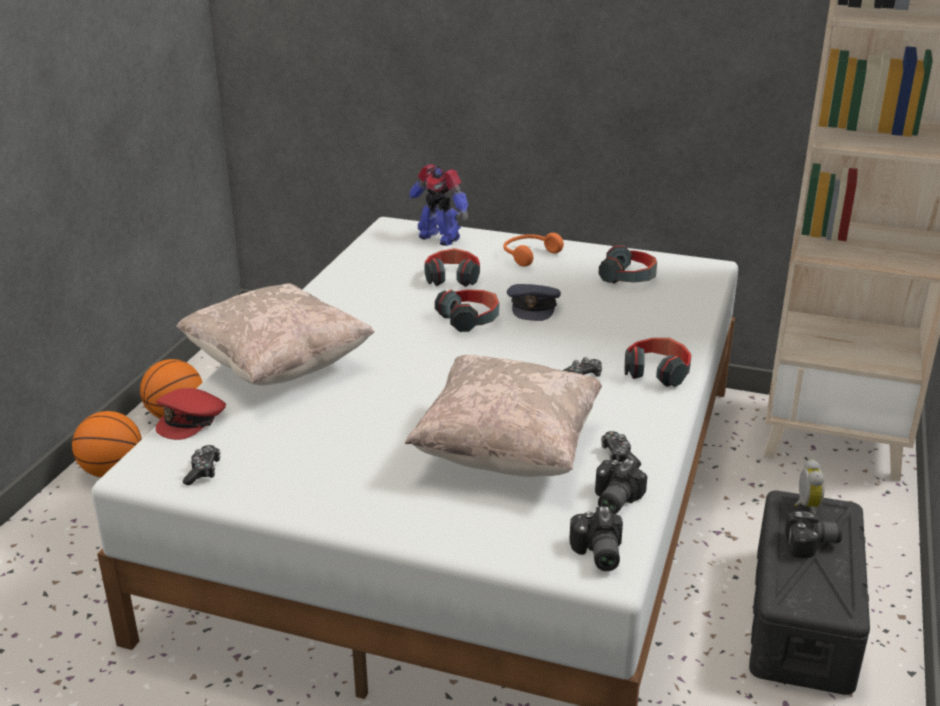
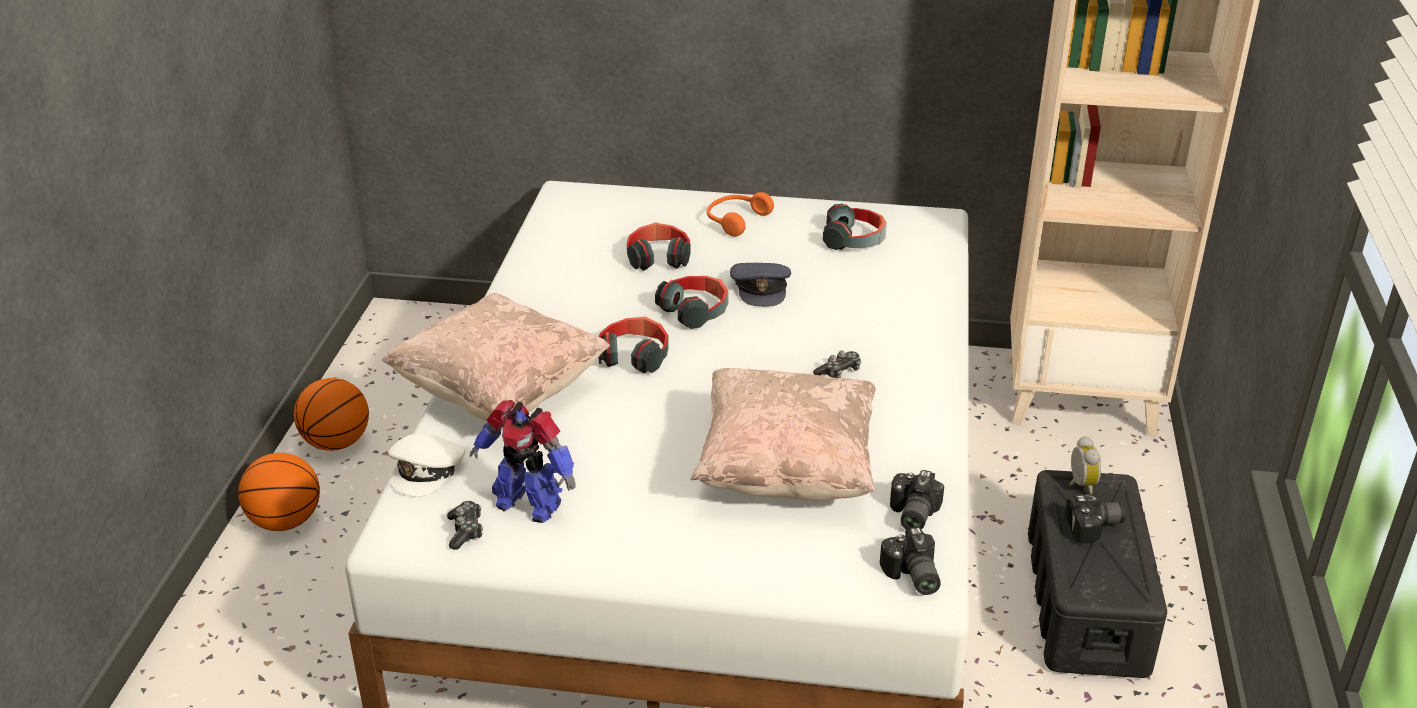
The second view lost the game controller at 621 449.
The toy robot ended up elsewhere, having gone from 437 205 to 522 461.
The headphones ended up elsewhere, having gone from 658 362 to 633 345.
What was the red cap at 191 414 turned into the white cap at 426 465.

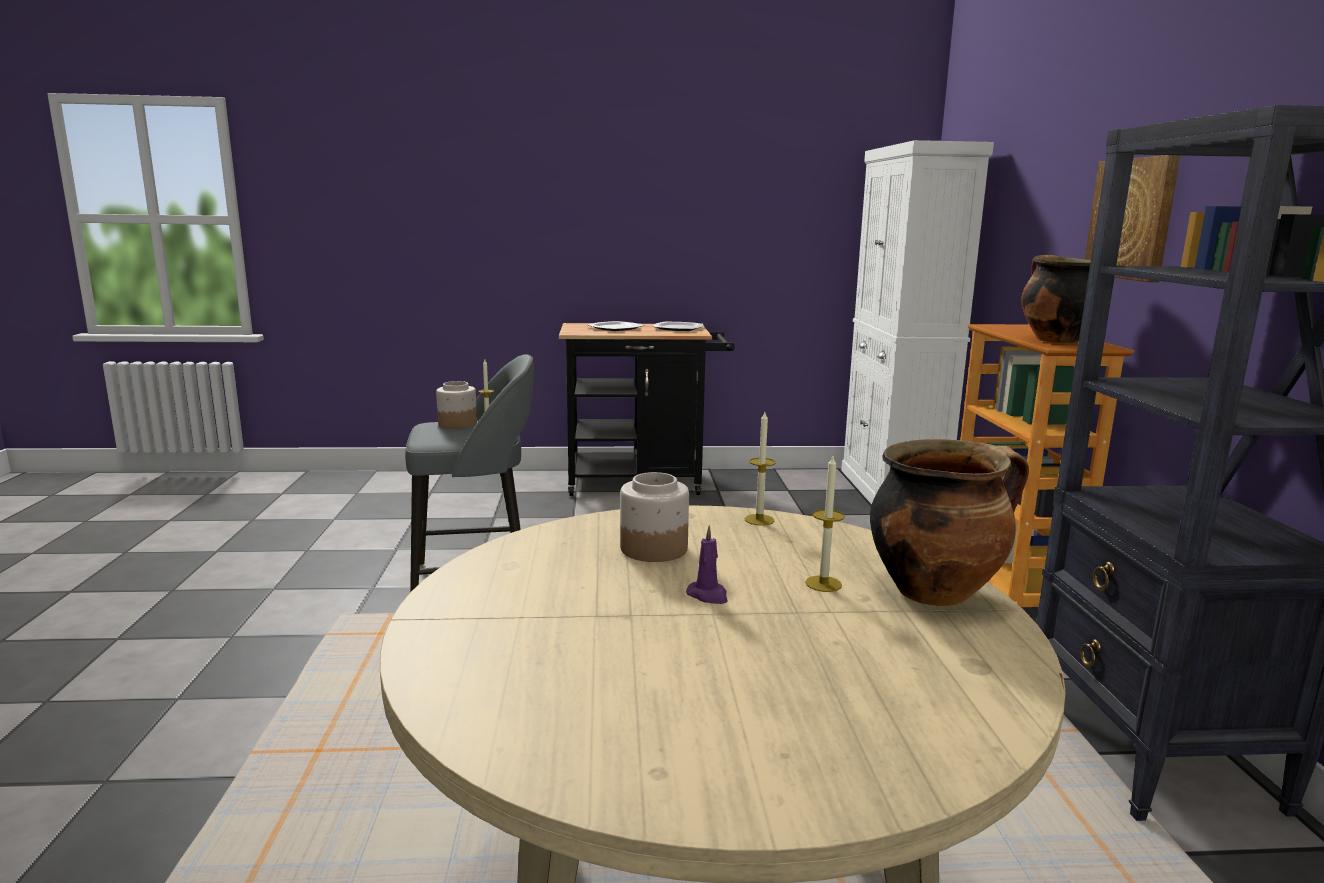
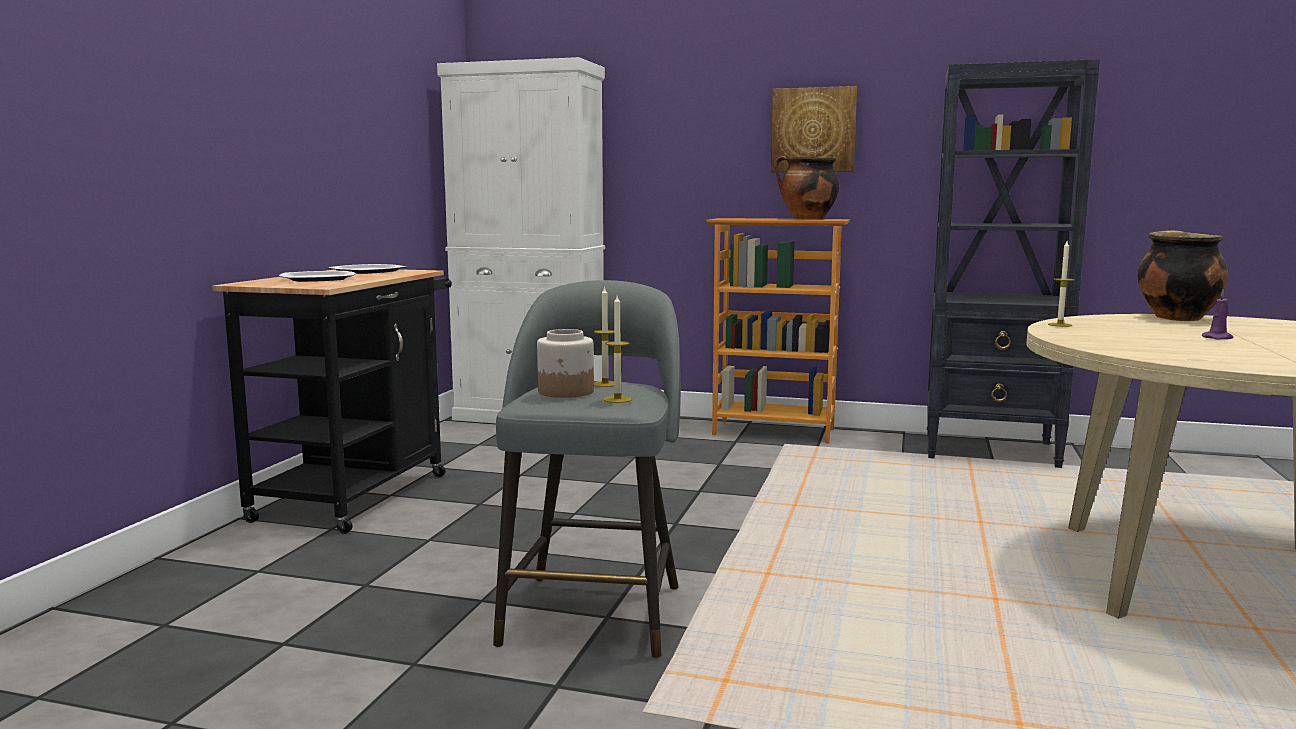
The second view lost the jar at 654 517.
The candle ended up elsewhere, having gone from 825 524 to 618 349.

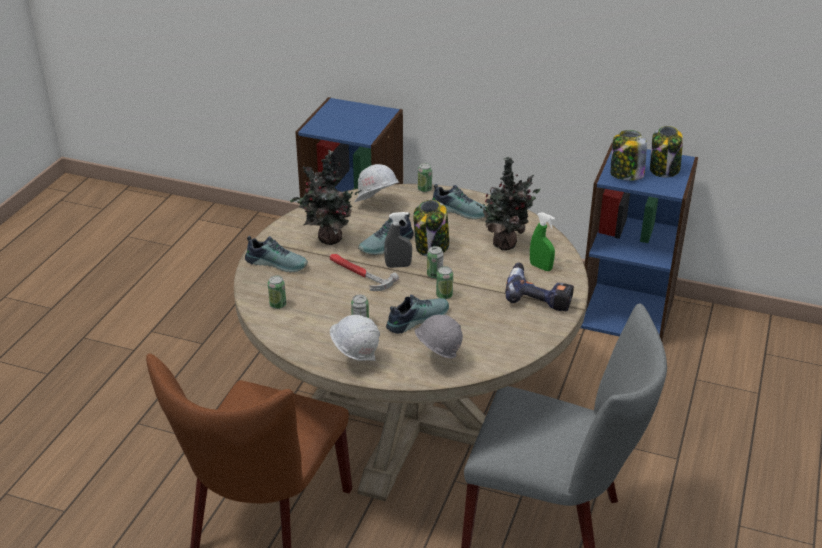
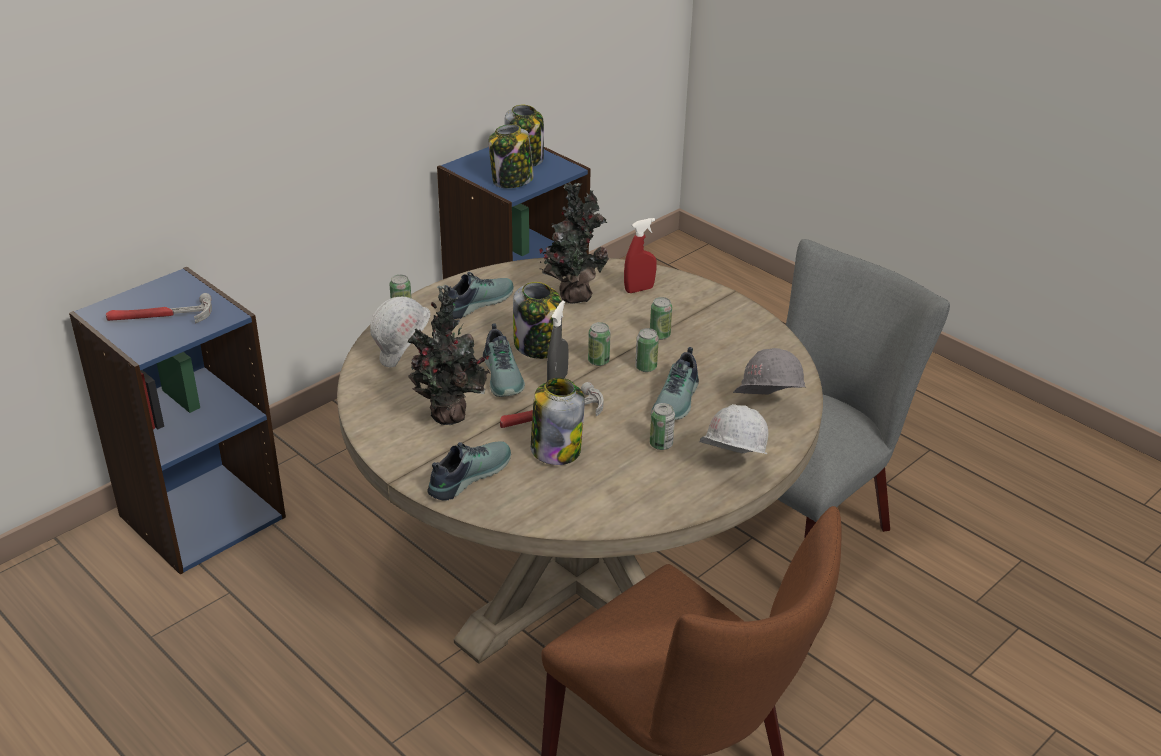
The second view lost the power drill at 539 287.
The second view gained the hammer at 159 308.
The second view gained the jar at 558 421.
The can ended up elsewhere, having gone from 277 292 to 661 318.
What was the green spray bottle at 542 241 turned into the red spray bottle at 640 255.
The shoe at 417 314 ended up facing another way, 150 degrees counterclockwise from before.

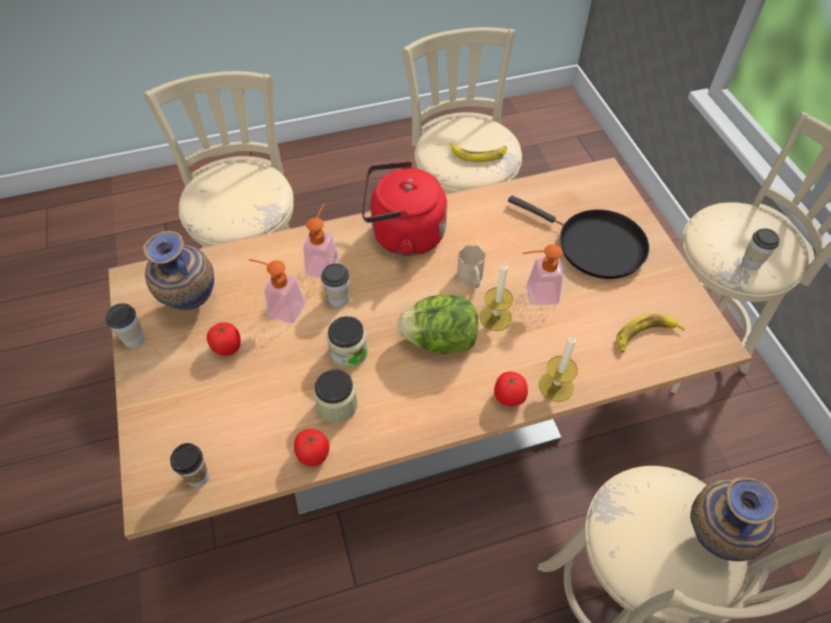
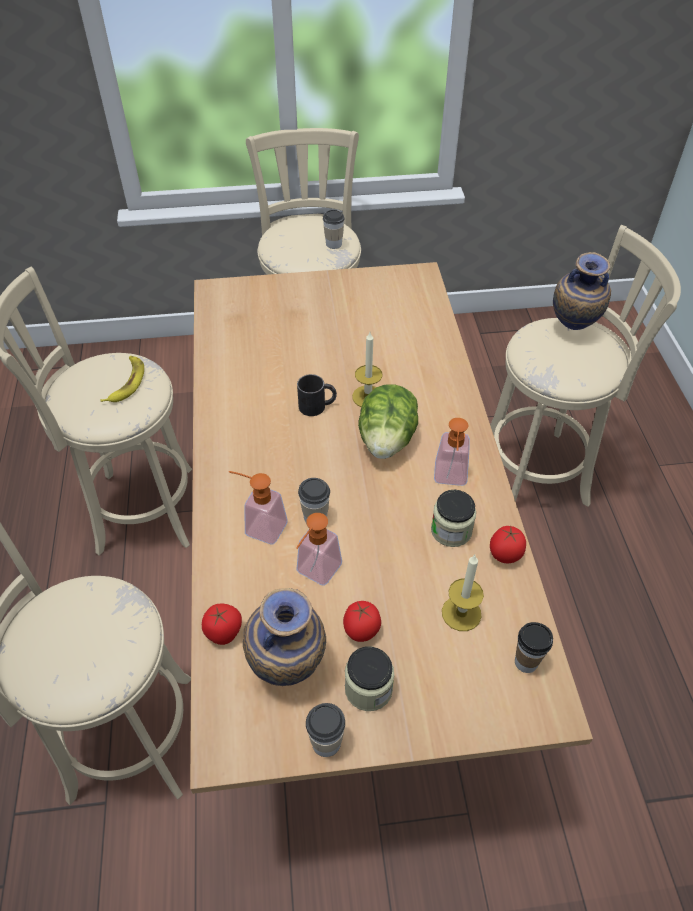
The second view lost the red kettle at 404 208.
The second view lost the black frying pan at 578 237.
The second view lost the banana at 651 333.
The jar ended up elsewhere, having gone from 347 342 to 369 678.
The tomato ended up elsewhere, having gone from 511 389 to 222 624.
The soap dispenser ended up elsewhere, having gone from 543 274 to 452 452.
The candle ended up elsewhere, having gone from 558 368 to 463 593.
What was the beige mug at 471 266 turned into the black mug at 317 395.

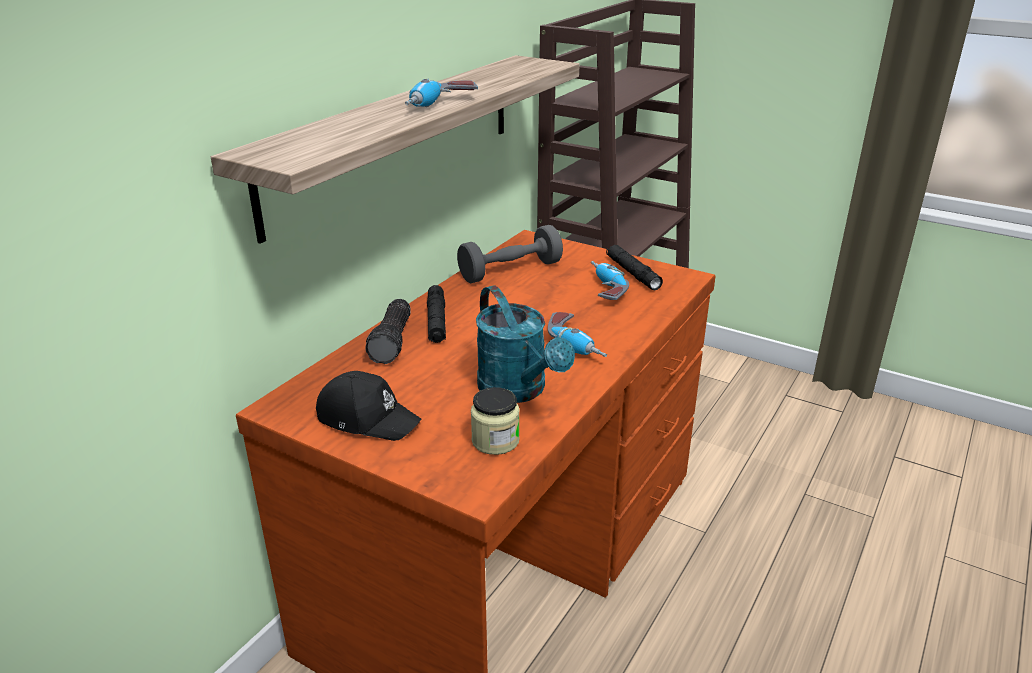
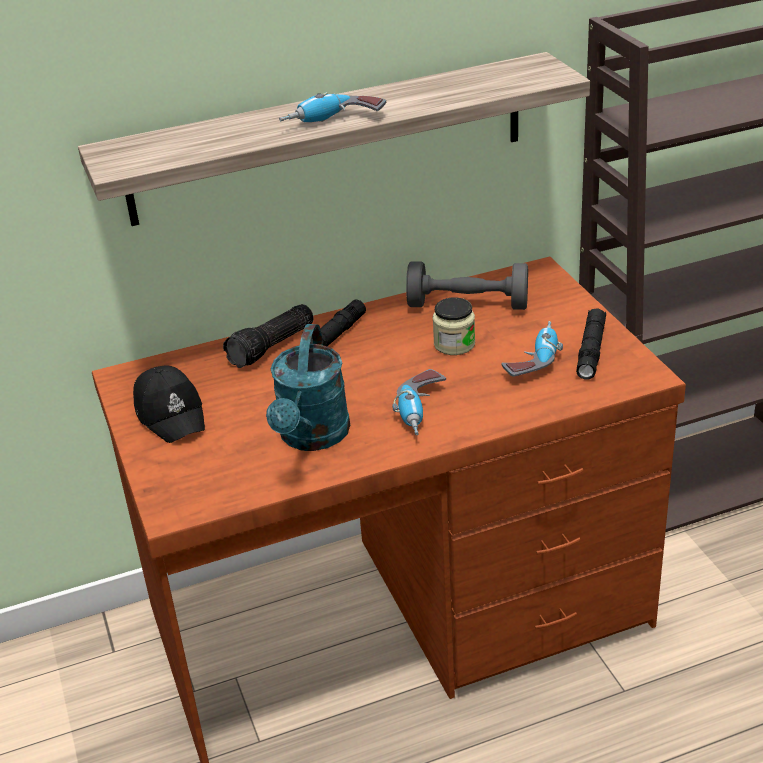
The jar ended up elsewhere, having gone from 495 421 to 454 326.

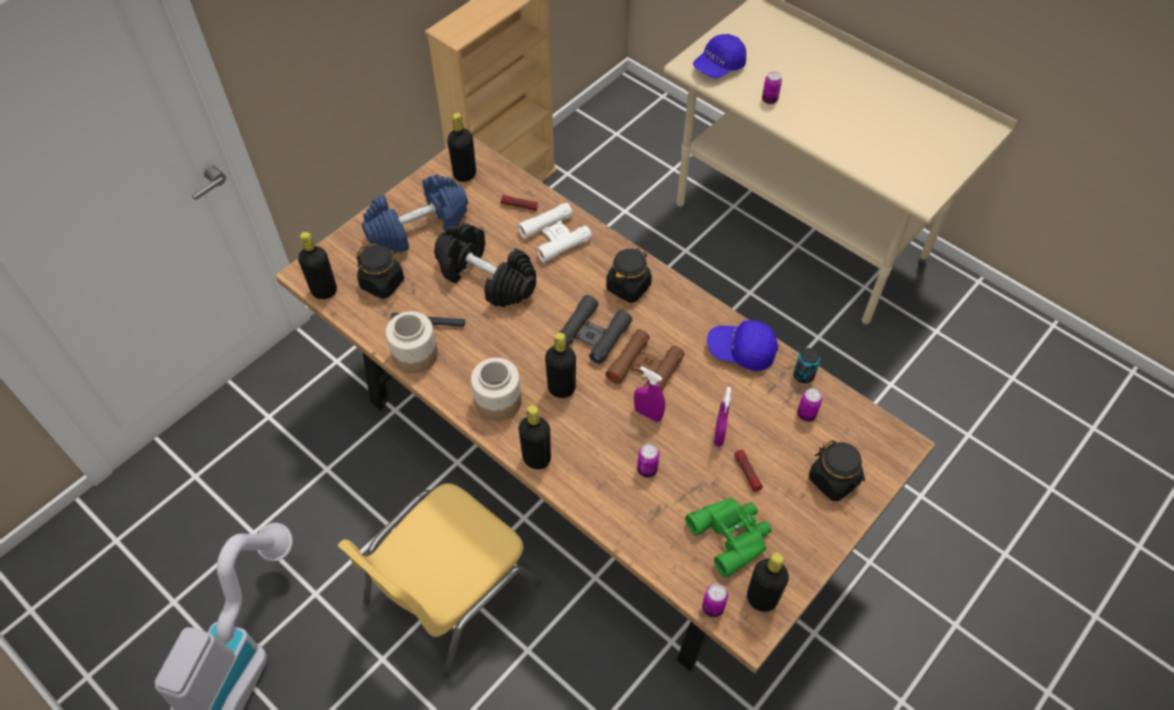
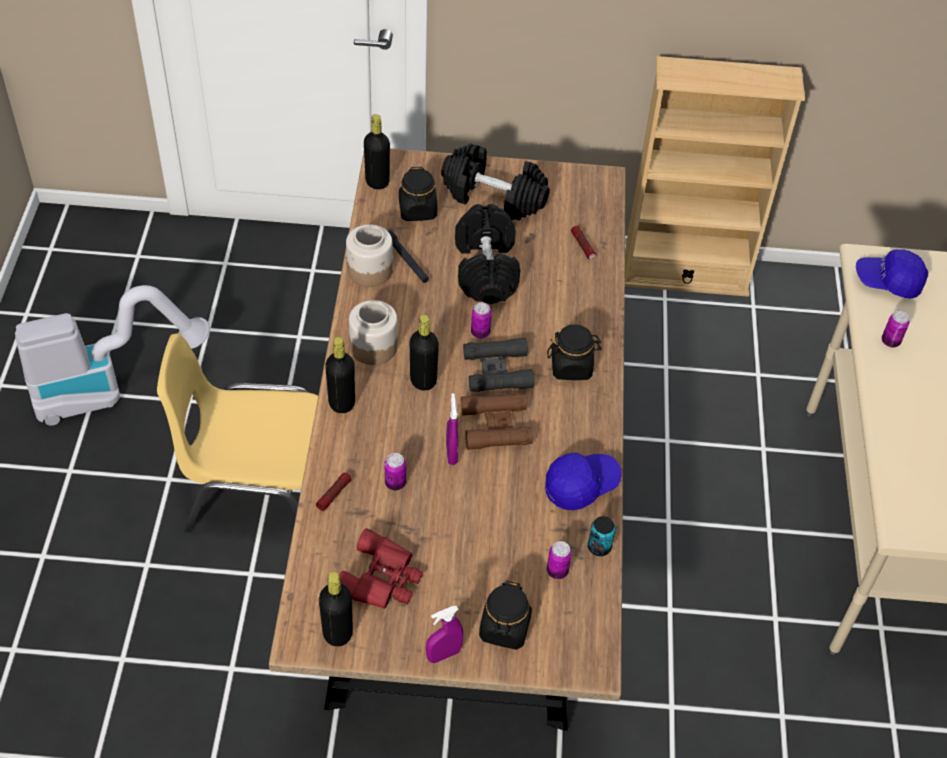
The second view lost the black bottle at 461 147.
The second view lost the white binoculars at 555 233.
The can ended up elsewhere, having gone from 715 600 to 481 321.
The purple spray bottle ended up elsewhere, having gone from 722 417 to 444 634.
The flashlight ended up elsewhere, having gone from 748 471 to 333 491.
What was the blue dumbbell at 415 213 turned into the black dumbbell at 495 182.
What was the green binoculars at 728 538 turned into the red binoculars at 381 568.
The blue cap at 742 345 ended up facing another way, 90 degrees clockwise from before.

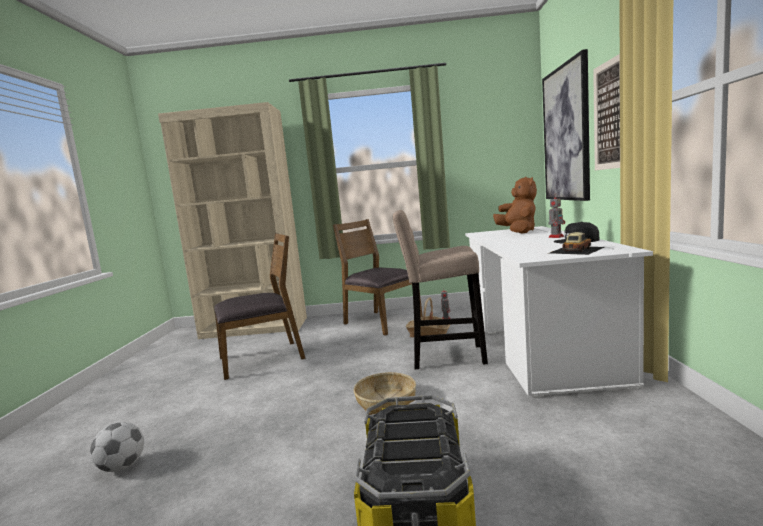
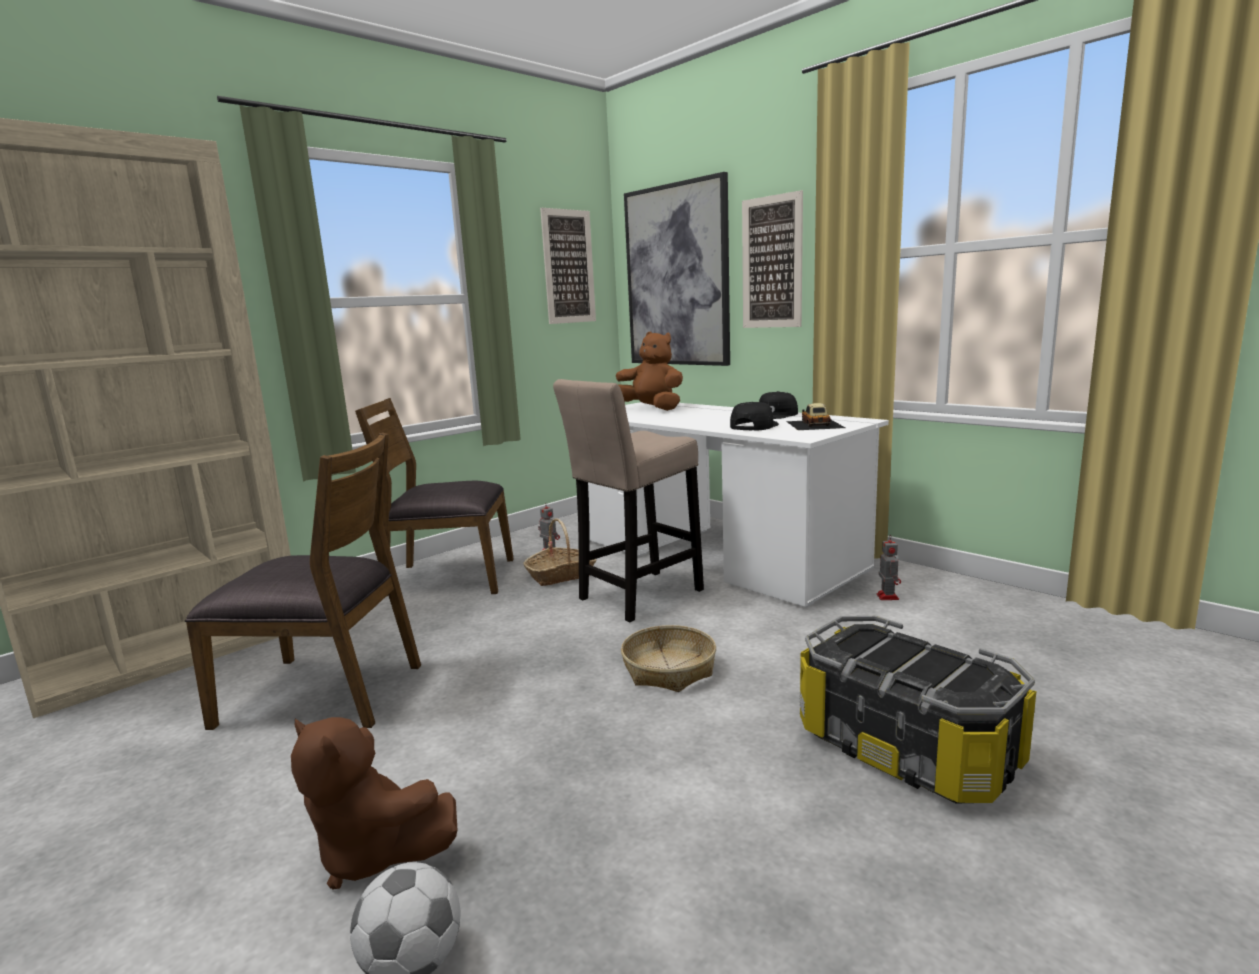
The second view gained the brown plush toy at 374 803.
The second view gained the picture at 568 266.
The second view gained the black cap at 754 416.
The toy robot ended up elsewhere, having gone from 556 216 to 888 567.
The brown chair at 260 306 ended up facing another way, 75 degrees clockwise from before.

